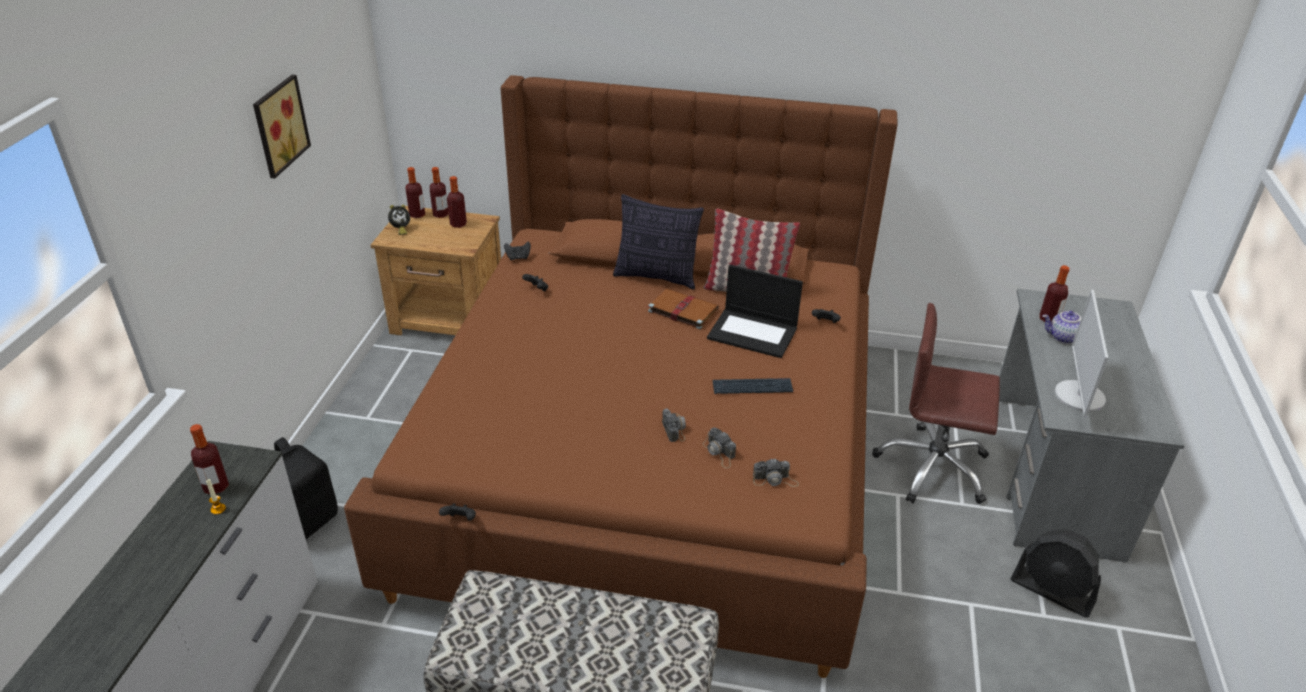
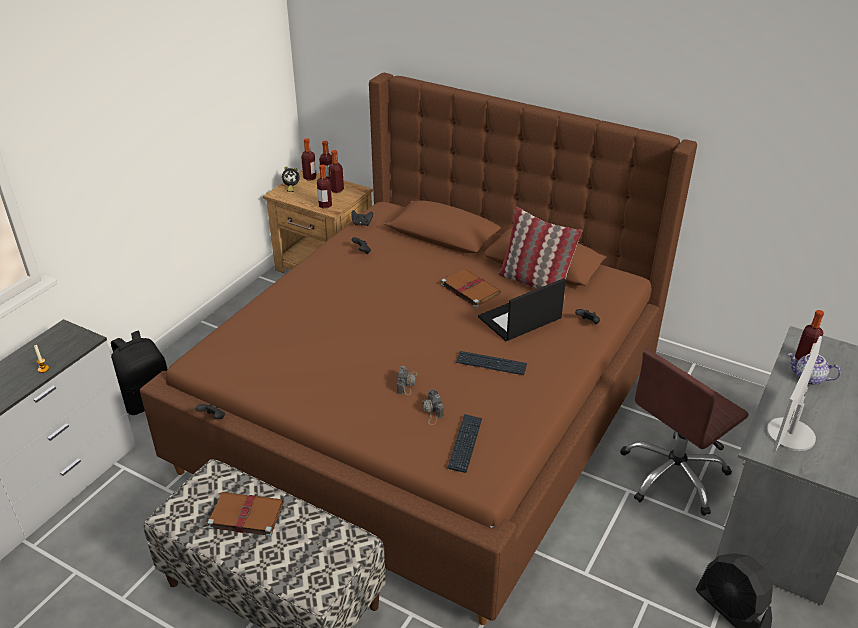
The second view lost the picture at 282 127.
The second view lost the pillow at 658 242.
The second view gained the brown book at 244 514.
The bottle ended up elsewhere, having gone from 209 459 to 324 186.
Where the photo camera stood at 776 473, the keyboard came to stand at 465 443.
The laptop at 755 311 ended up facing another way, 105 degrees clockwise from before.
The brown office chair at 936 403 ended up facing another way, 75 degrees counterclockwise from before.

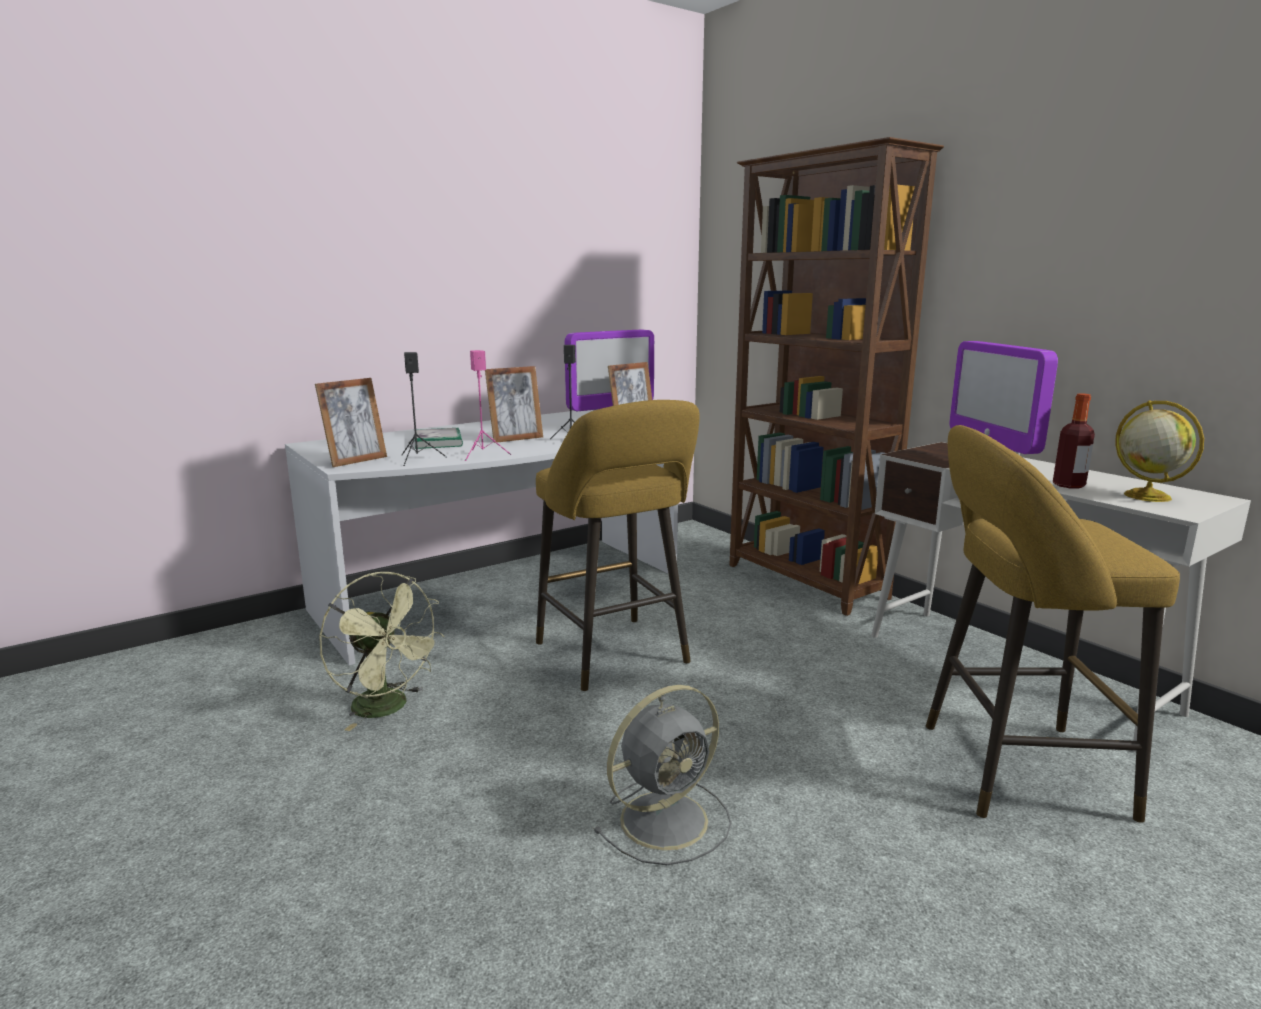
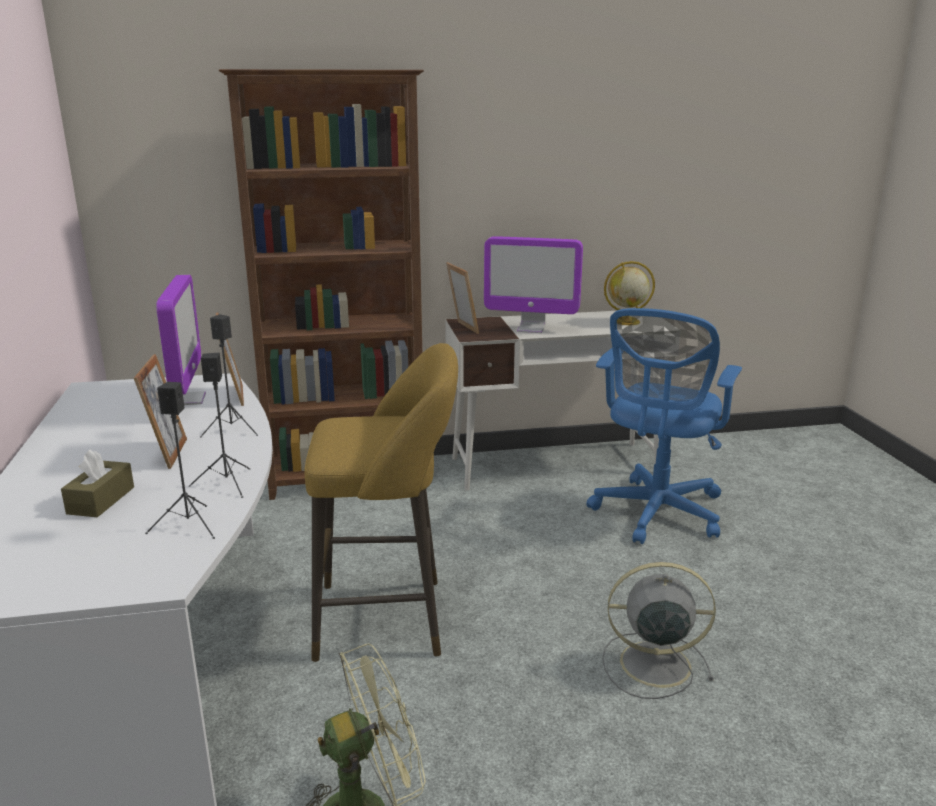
The second view lost the bottle at 1074 440.
The picture frame ended up elsewhere, having gone from 351 422 to 462 298.
Where the book stood at 439 438, the brown tissue box came to stand at 97 483.
Where the yellow stool stood at 1053 624, the blue office chair came to stand at 664 426.
What was the pink speaker at 488 405 turned into the black speaker at 219 425.
The grey fan at 662 775 ended up facing another way, 75 degrees counterclockwise from before.

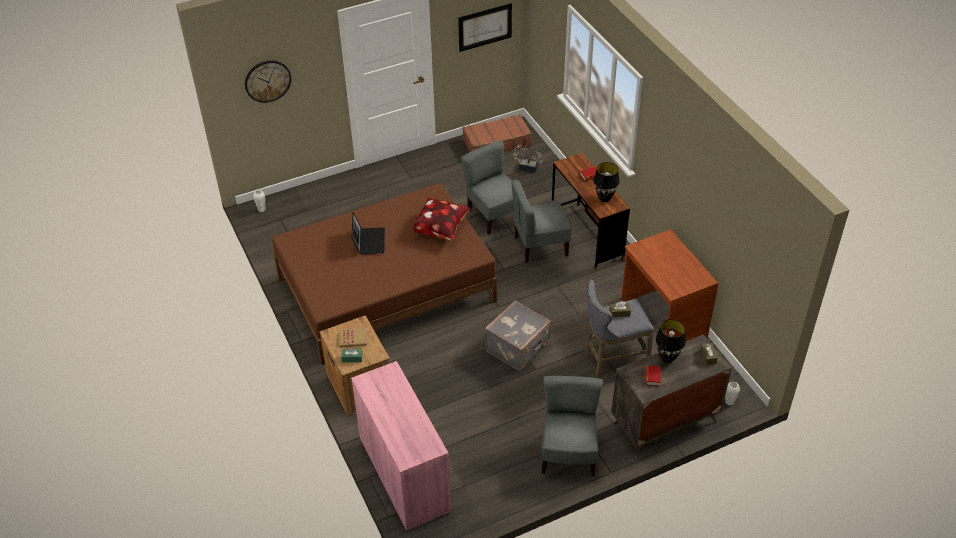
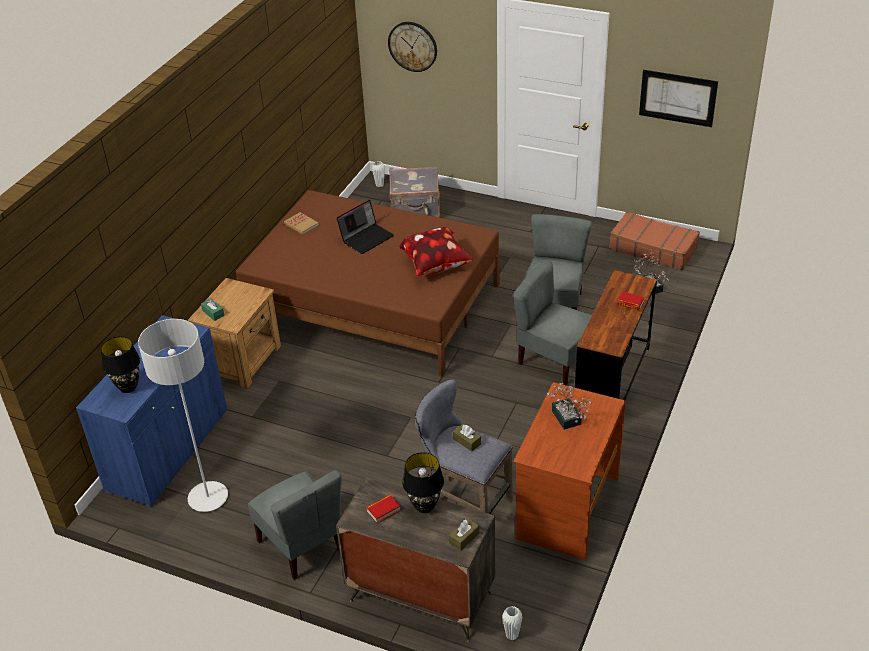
The second view gained the grey floor lamp at 183 415.
The second view gained the potted plant at 569 406.
The book ended up elsewhere, having gone from 353 337 to 301 223.
The grey suitcase ended up elsewhere, having gone from 518 335 to 414 192.
The black table lamp ended up elsewhere, having gone from 606 182 to 120 364.
What was the pink cabinet at 401 446 turned into the blue cabinet at 151 411.
The grey chair at 572 426 ended up facing another way, 90 degrees clockwise from before.

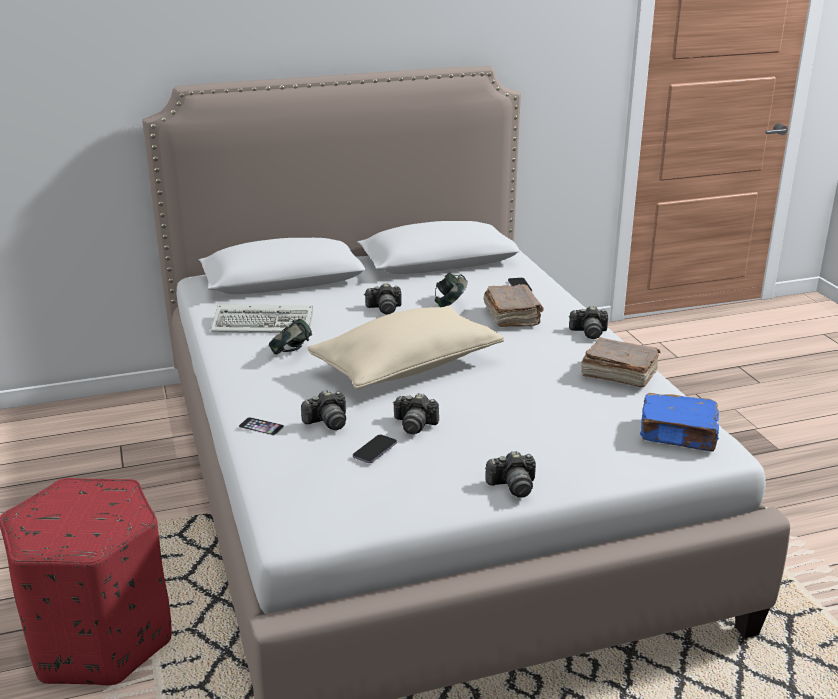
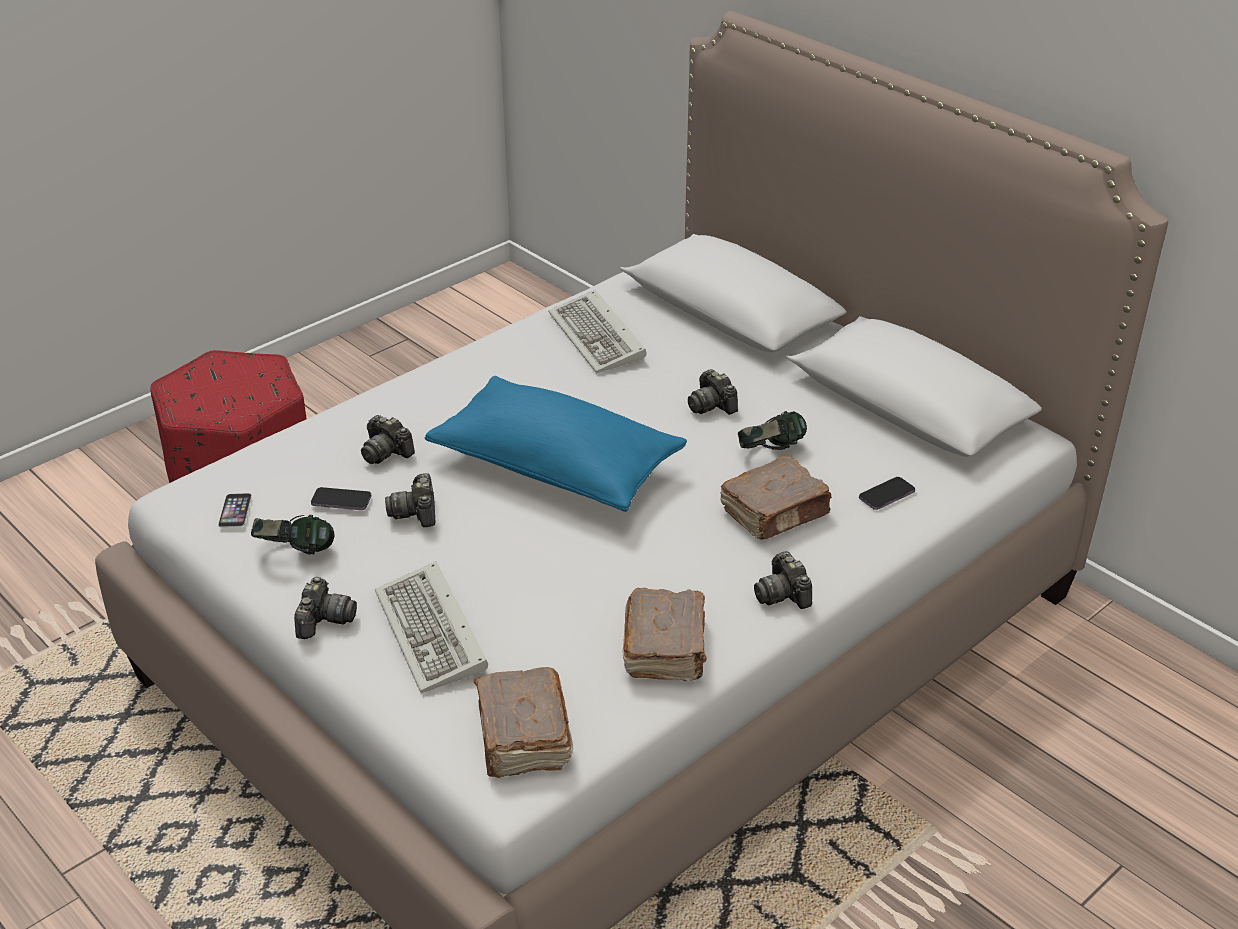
The second view gained the keyboard at 431 627.
The phone ended up elsewhere, having gone from 261 426 to 235 510.
The headphones ended up elsewhere, having gone from 290 336 to 292 534.
What was the beige pillow at 405 347 turned into the blue pillow at 556 444.
What was the blue book at 679 422 turned into the brown book at 523 722.
The photo camera at 510 474 ended up facing another way, 135 degrees counterclockwise from before.

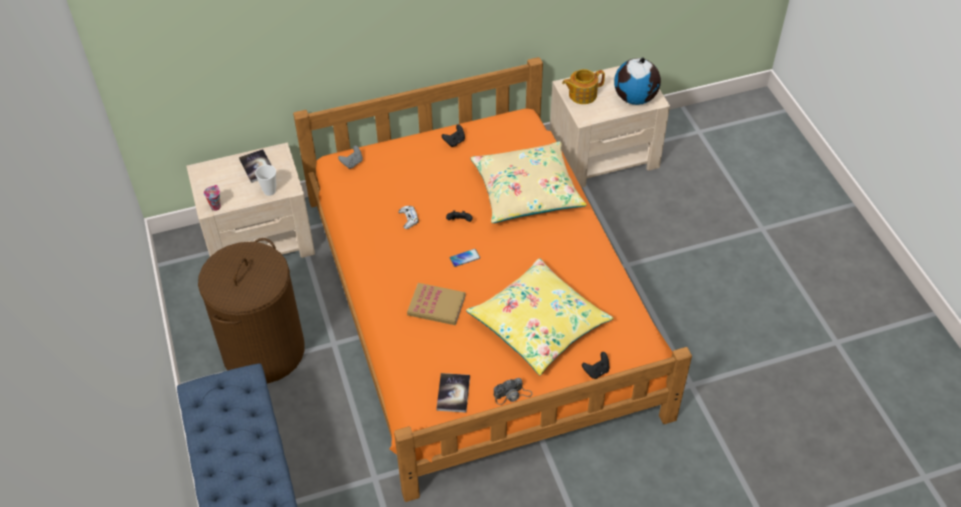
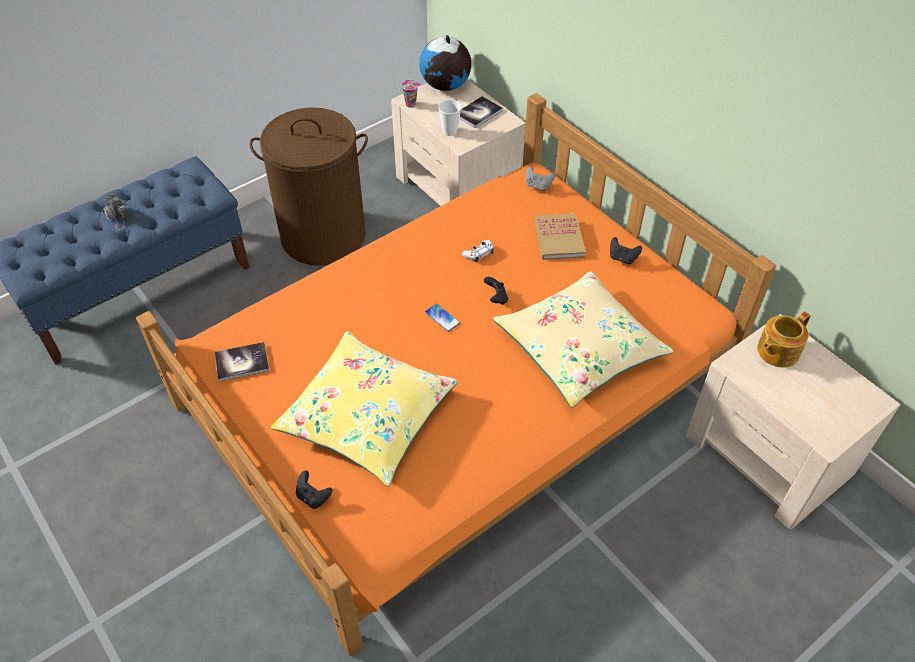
The book ended up elsewhere, having gone from 436 304 to 560 236.
The photo camera ended up elsewhere, having gone from 513 391 to 116 212.
The globe ended up elsewhere, having gone from 637 81 to 445 63.
The teapot at 583 86 ended up facing another way, 90 degrees counterclockwise from before.

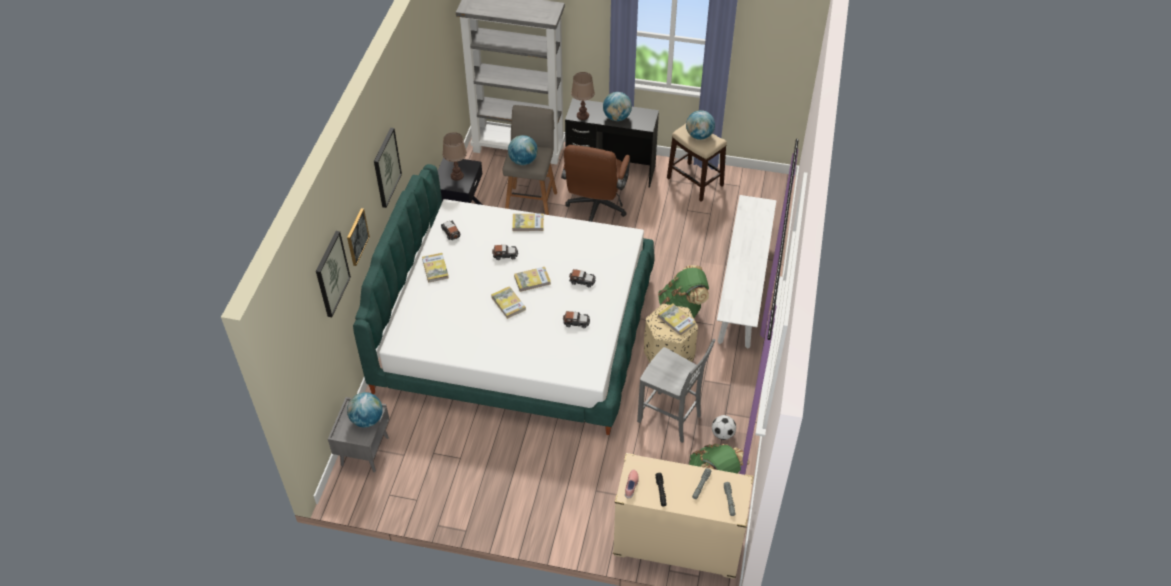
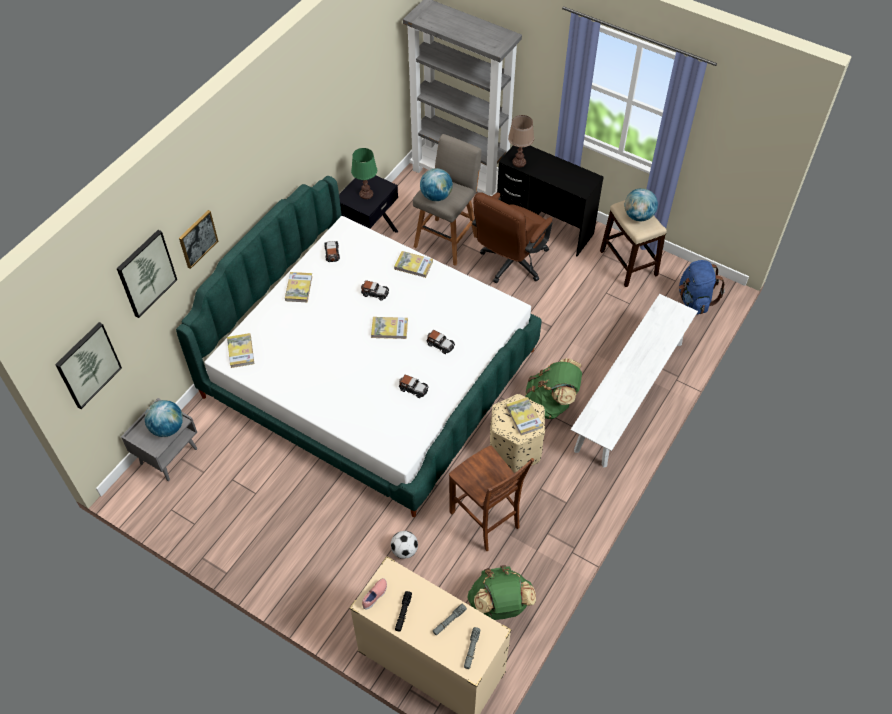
The second view lost the globe at 617 106.
The second view gained the blue backpack at 702 287.
The picture ended up elsewhere, having gone from 388 168 to 88 365.
The book ended up elsewhere, having gone from 508 302 to 240 350.
The football ended up elsewhere, having gone from 724 427 to 404 545.
What was the brown table lamp at 455 156 turned into the green table lamp at 364 173.
What was the grey chair at 676 391 turned into the brown chair at 491 498.

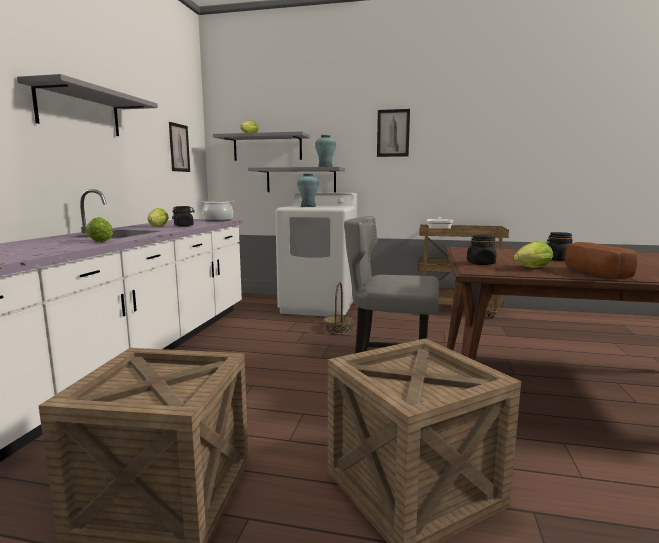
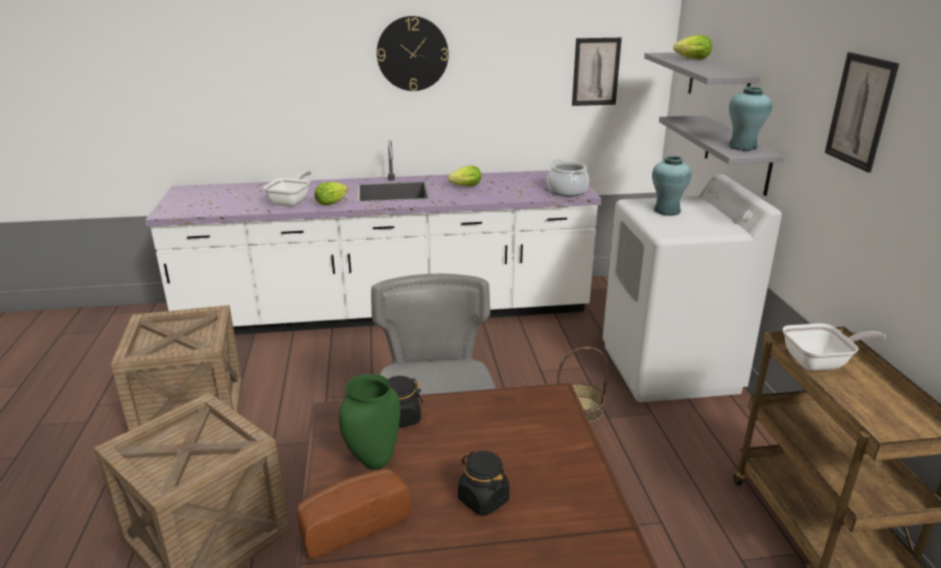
The second view lost the black jar at 183 216.
The second view gained the frying pan at 287 188.
Where the grey shelf hung at 87 105, the wall clock came to hang at 412 53.
Where the lettuce stood at 533 254, the green vase came to stand at 370 422.

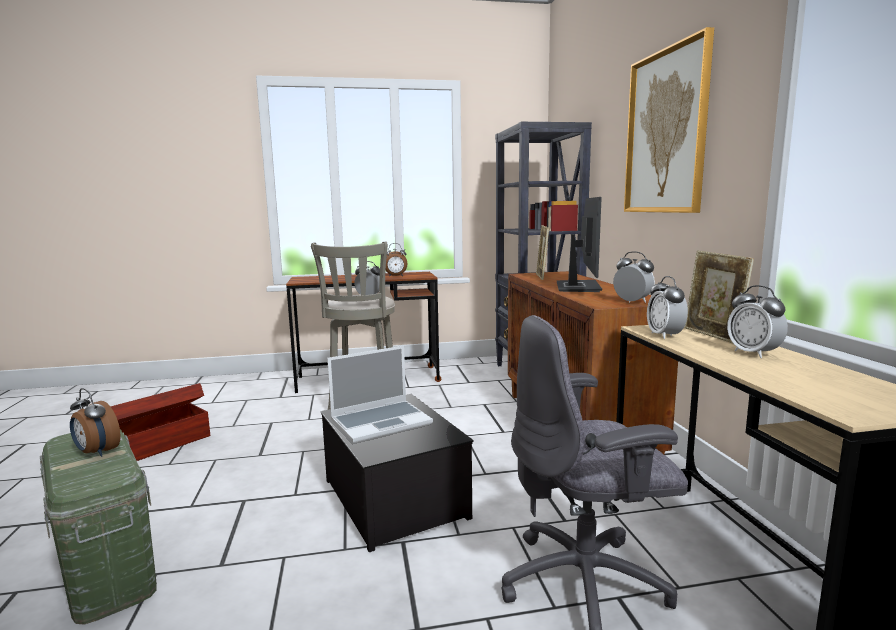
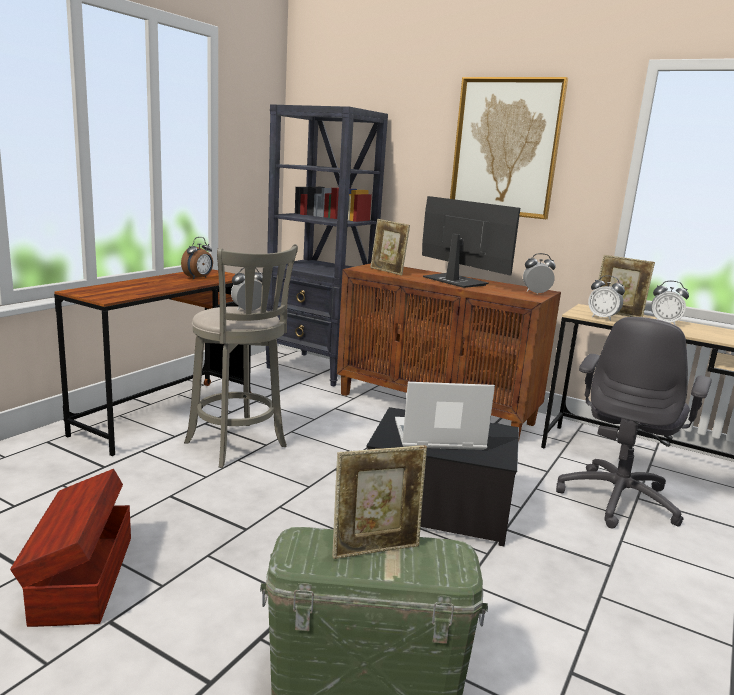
Where the alarm clock stood at 95 422, the picture frame came to stand at 379 502.
The laptop at 380 394 ended up facing another way, 105 degrees counterclockwise from before.

